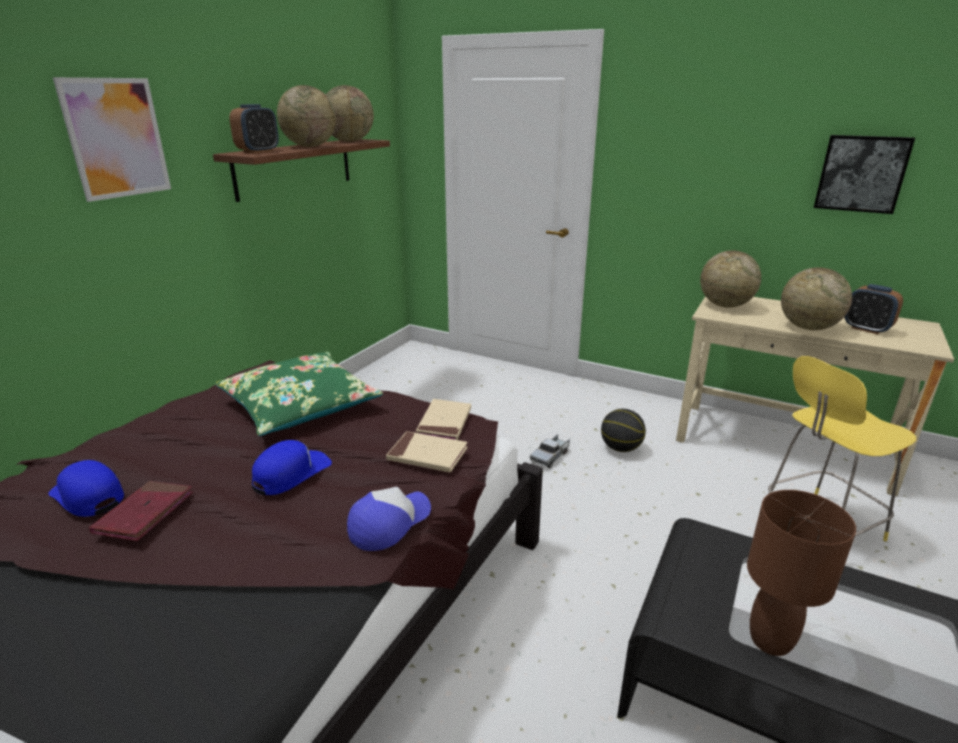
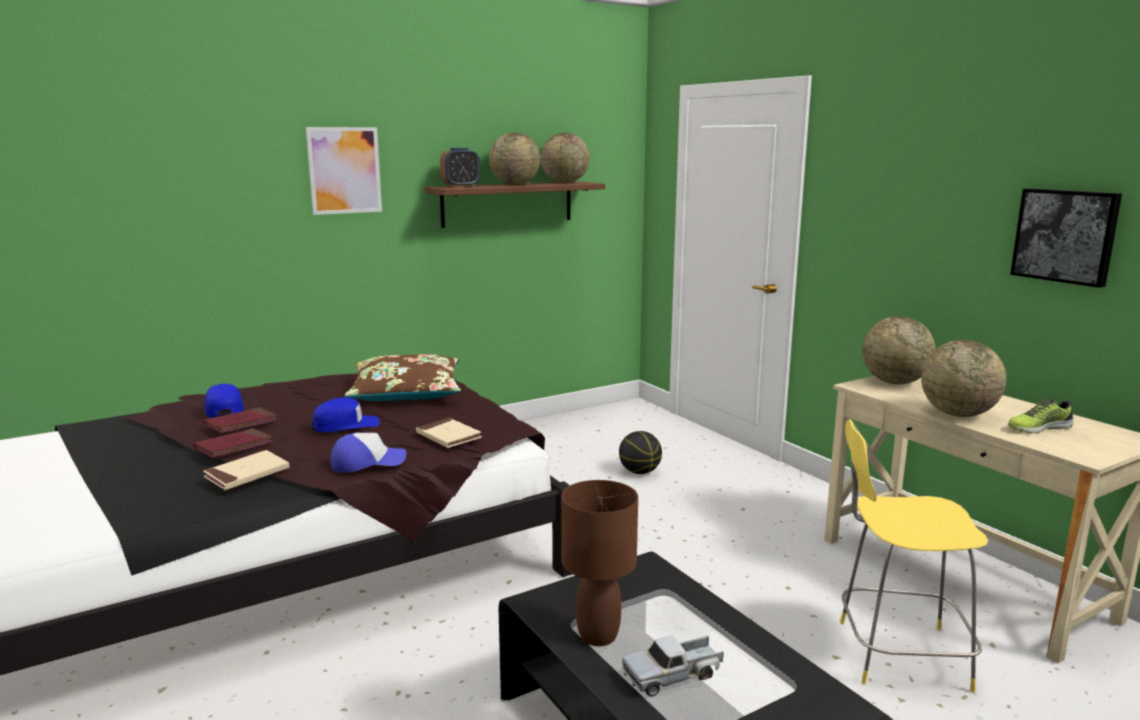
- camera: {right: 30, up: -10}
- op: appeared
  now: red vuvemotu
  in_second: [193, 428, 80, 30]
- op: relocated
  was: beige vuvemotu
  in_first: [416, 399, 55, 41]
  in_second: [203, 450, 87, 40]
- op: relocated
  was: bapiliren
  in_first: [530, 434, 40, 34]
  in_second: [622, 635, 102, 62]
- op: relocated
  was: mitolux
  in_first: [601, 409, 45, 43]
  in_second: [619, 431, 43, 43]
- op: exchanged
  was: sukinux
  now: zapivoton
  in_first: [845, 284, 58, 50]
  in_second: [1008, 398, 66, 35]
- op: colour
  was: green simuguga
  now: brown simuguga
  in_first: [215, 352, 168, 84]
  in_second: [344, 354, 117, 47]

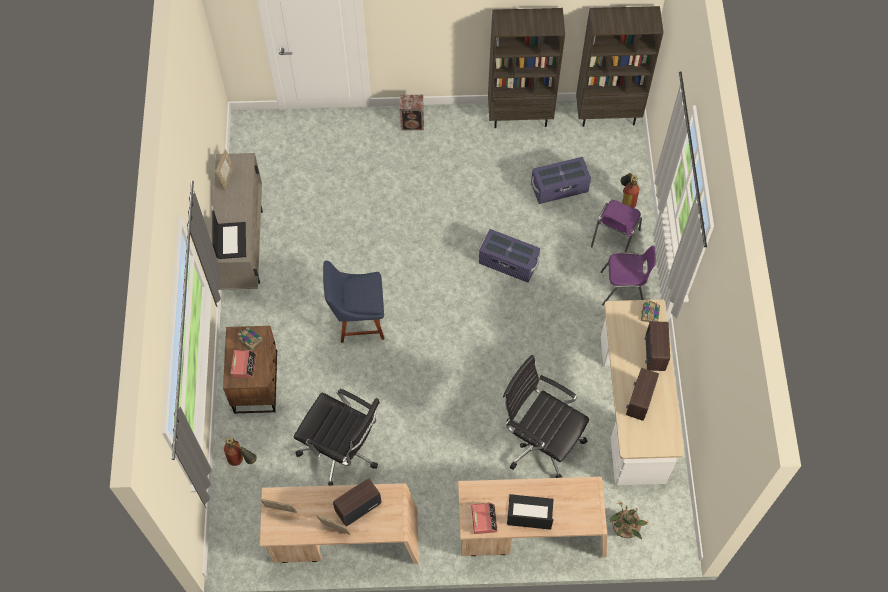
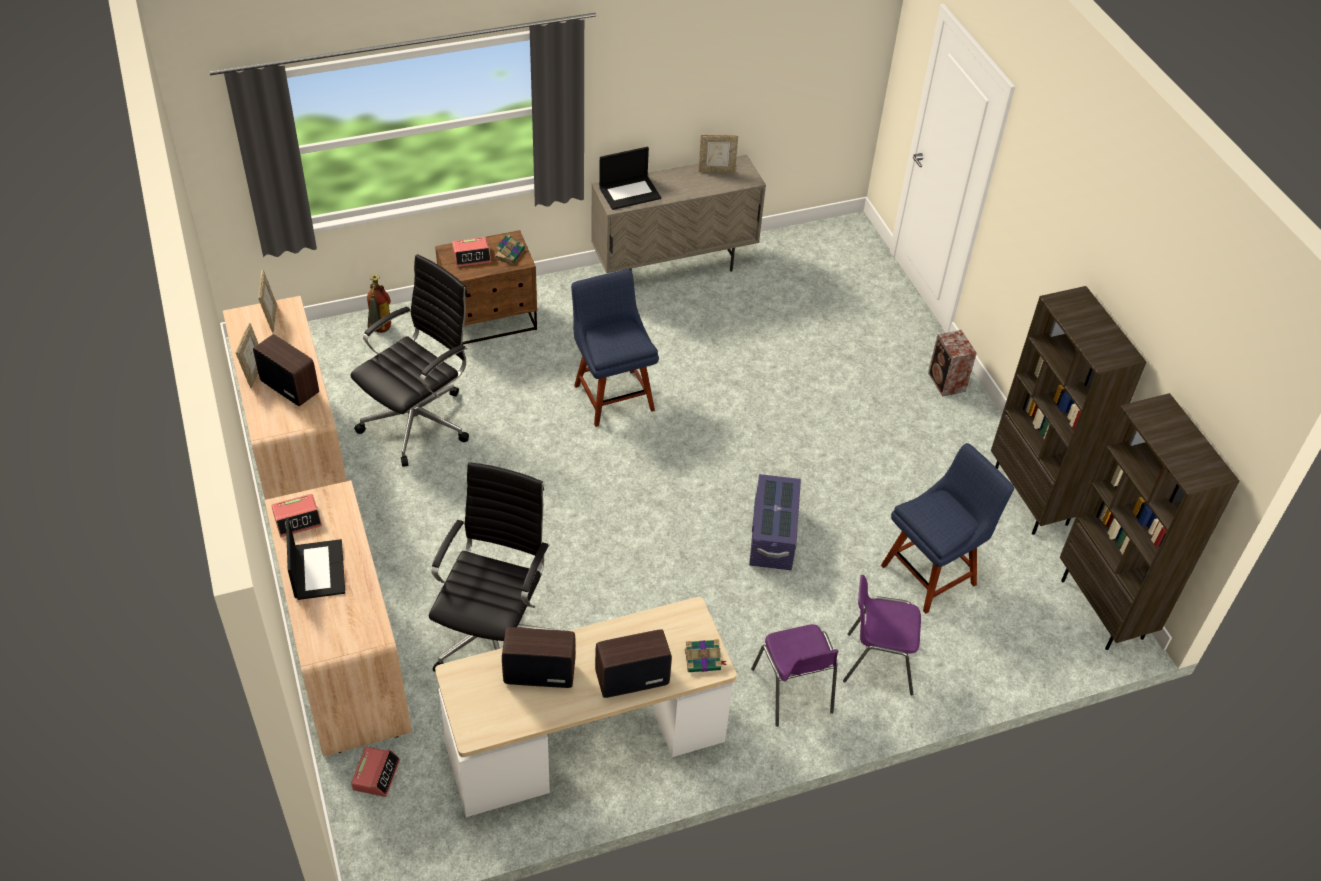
- camera: {right: 70, up: -15}
- op: missing
  was: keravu
  in_first: [620, 173, 19, 35]
- op: exchanged
  was: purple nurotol
  now: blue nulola
  in_first: [531, 157, 60, 47]
  in_second: [881, 443, 133, 171]
- op: exchanged
  was: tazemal
  now: sukinux
  in_first: [610, 501, 39, 39]
  in_second: [351, 747, 49, 50]
- op: spun
  was: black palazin
  in_first: [293, 389, 87, 97]
  in_second: [350, 254, 119, 213]
  clockwise: -150

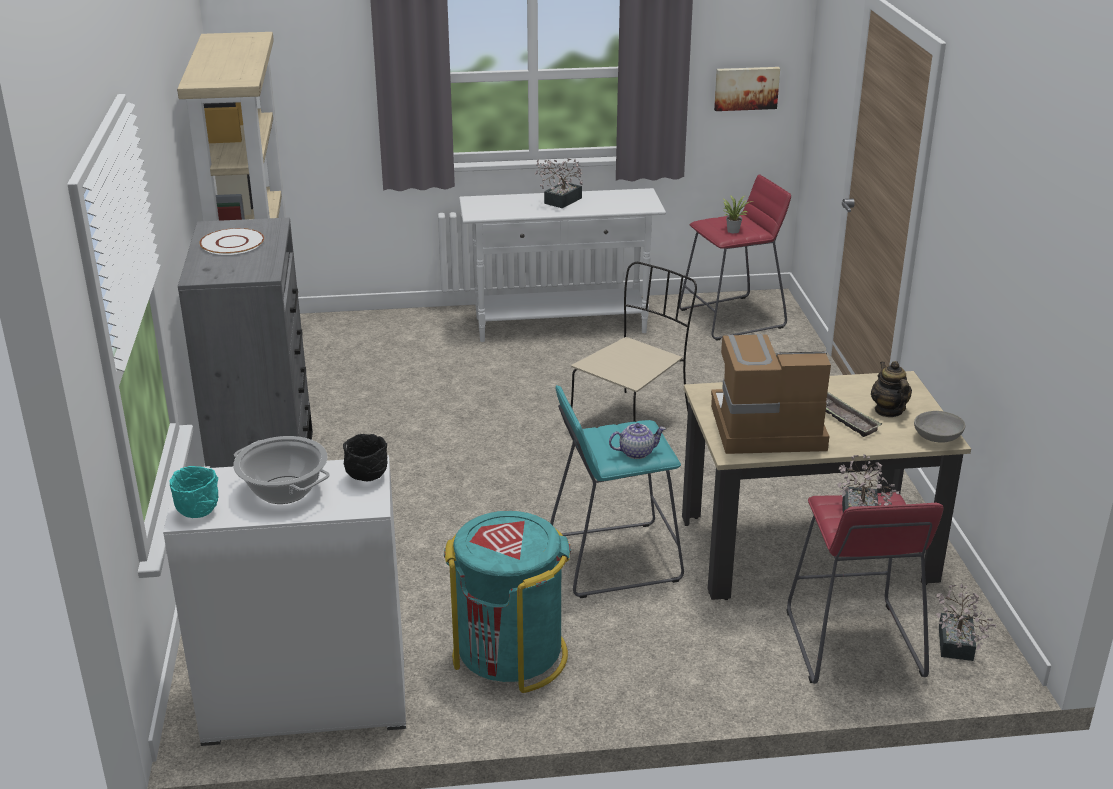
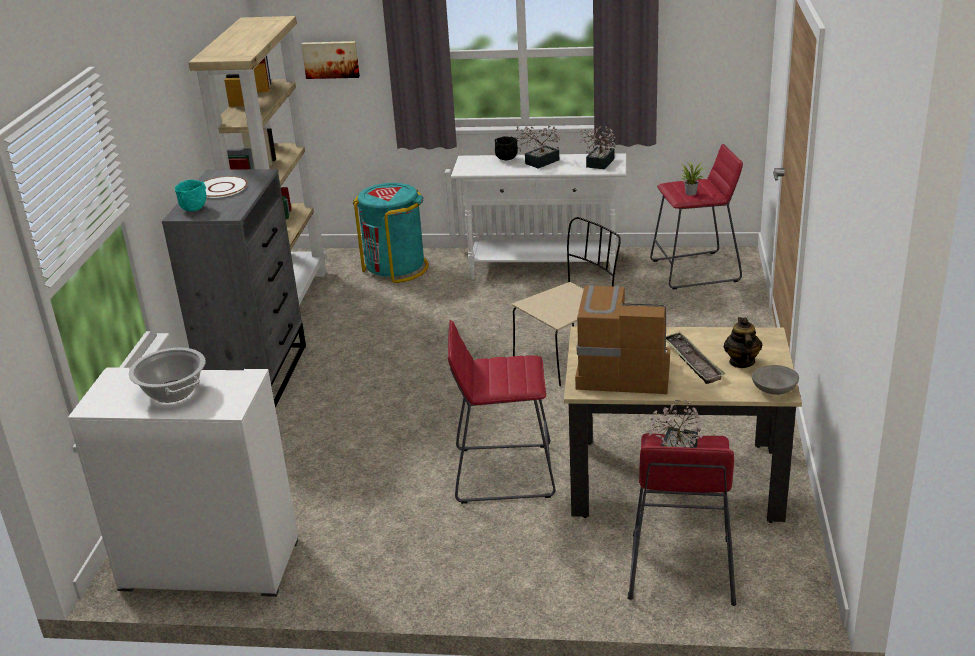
- camera: {right: 15, up: 0}
- op: missing
  was: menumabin
  in_first: [609, 423, 57, 36]
- op: relocated
  was: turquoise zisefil
  in_first: [170, 466, 49, 52]
  in_second: [175, 180, 31, 31]
- op: relocated
  was: black zisefil
  in_first: [343, 434, 45, 47]
  in_second: [495, 136, 23, 24]
- op: relocated
  was: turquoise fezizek
  in_first: [444, 511, 127, 182]
  in_second: [353, 183, 75, 100]
- op: relocated
  was: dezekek
  in_first: [714, 67, 66, 44]
  in_second: [301, 41, 59, 38]
- op: relocated
  was: tazemal
  in_first: [936, 584, 60, 77]
  in_second: [579, 126, 37, 43]
- op: colour
  was: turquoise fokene
  now: red fokene
  in_first: [550, 385, 134, 213]
  in_second: [448, 320, 108, 184]

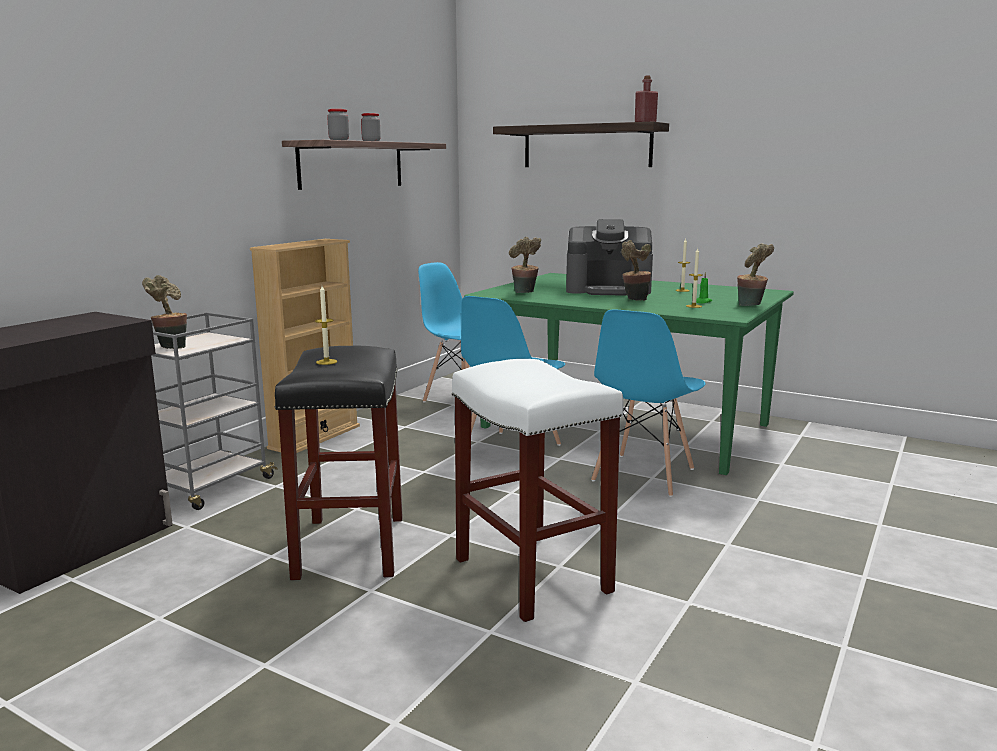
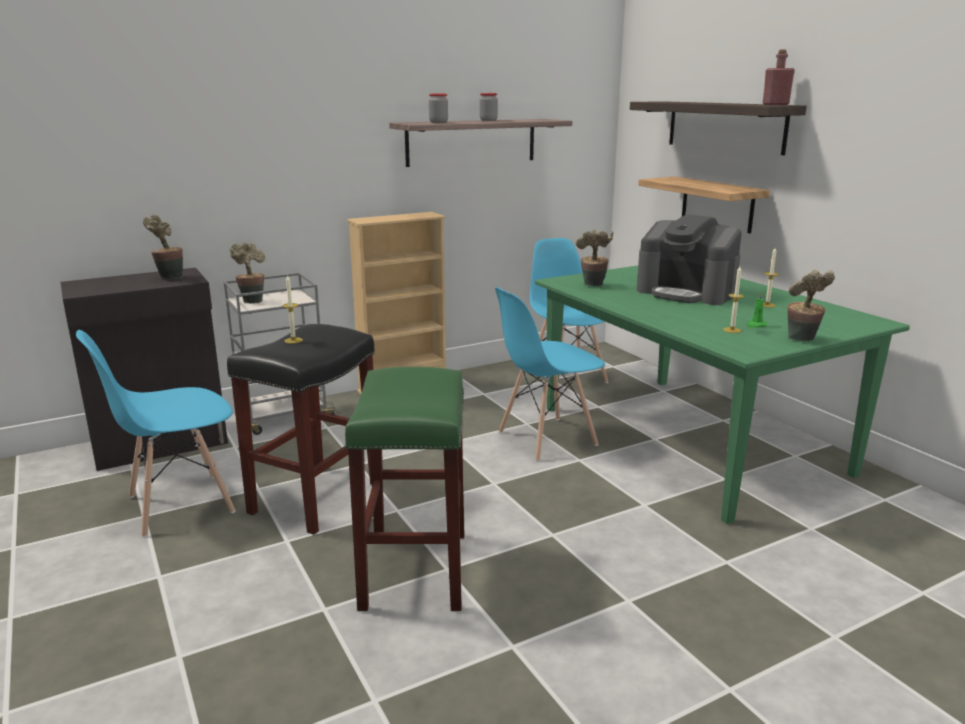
- camera: {right: 30, up: 5}
- op: appeared
  now: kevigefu
  in_second: [638, 177, 132, 57]
- op: relocated
  was: blue nulola
  in_first: [591, 309, 115, 188]
  in_second: [76, 330, 159, 208]
- op: relocated
  was: tazemal
  in_first: [621, 240, 30, 61]
  in_second: [143, 215, 40, 64]
- op: colour
  was: white fokene
  now: green fokene
  in_first: [452, 359, 172, 263]
  in_second: [345, 367, 119, 244]

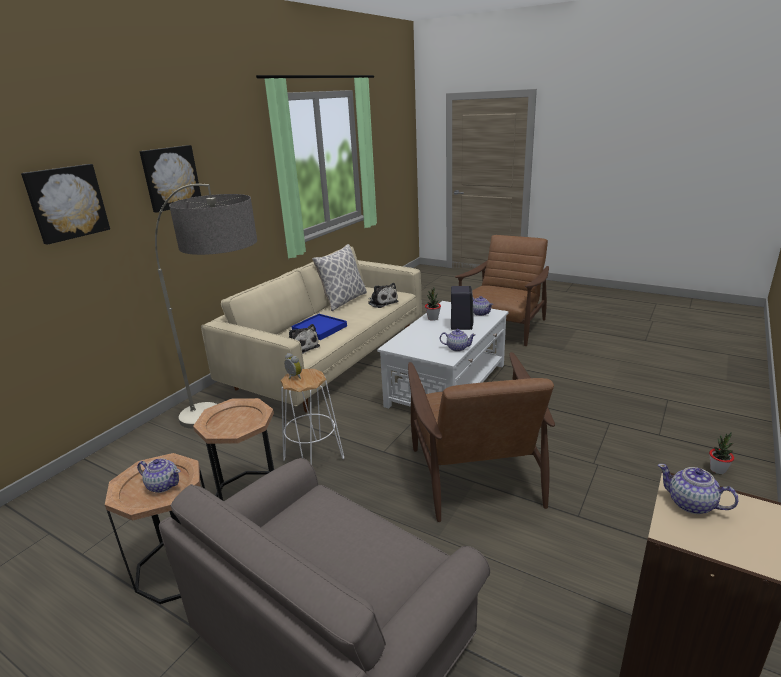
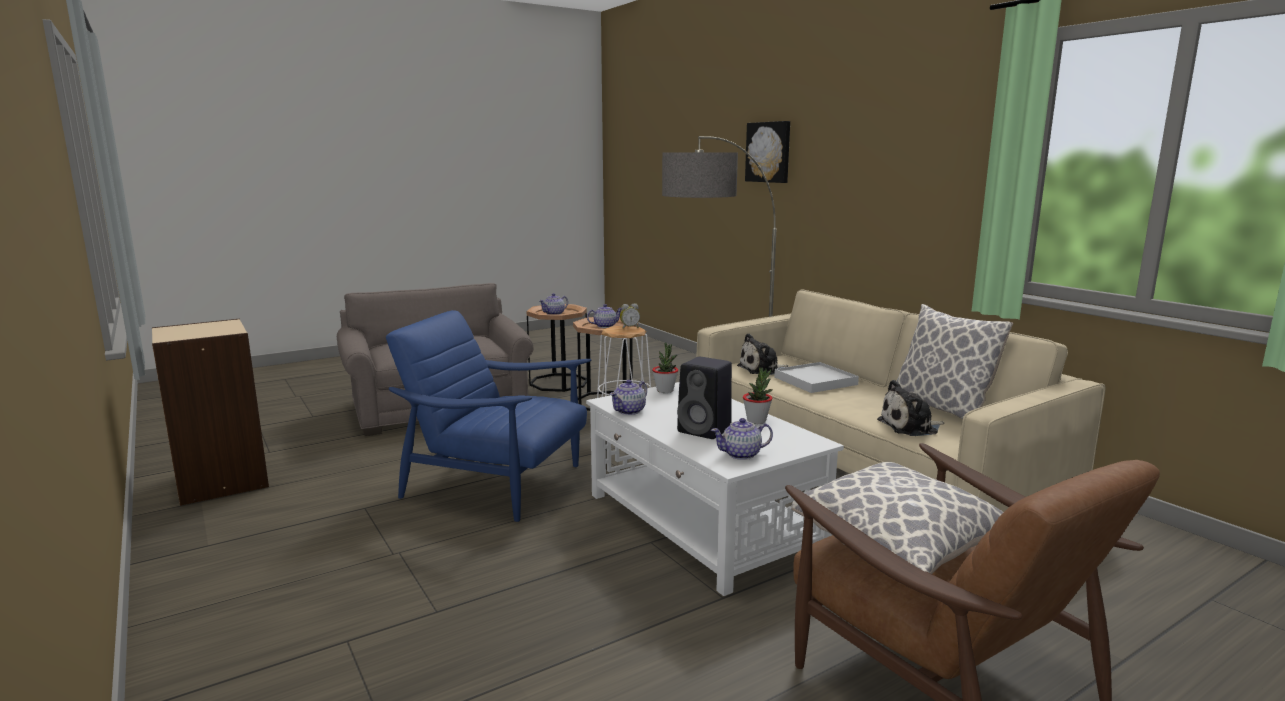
- camera: {right: 115, up: -10}
- op: missing
  was: dezekek
  in_first: [139, 145, 62, 68]
- op: appeared
  now: simuguga
  in_second: [791, 462, 213, 112]
- op: relocated
  was: menumabin
  in_first: [658, 464, 81, 50]
  in_second: [587, 304, 34, 24]
- op: relocated
  was: tazemal
  in_first: [709, 432, 25, 42]
  in_second: [652, 343, 26, 50]
- op: colour
  was: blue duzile
  now: white duzile
  in_first: [292, 314, 55, 26]
  in_second: [774, 362, 85, 31]
- op: colour
  was: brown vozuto
  now: blue vozuto
  in_first: [408, 352, 147, 170]
  in_second: [386, 310, 205, 212]

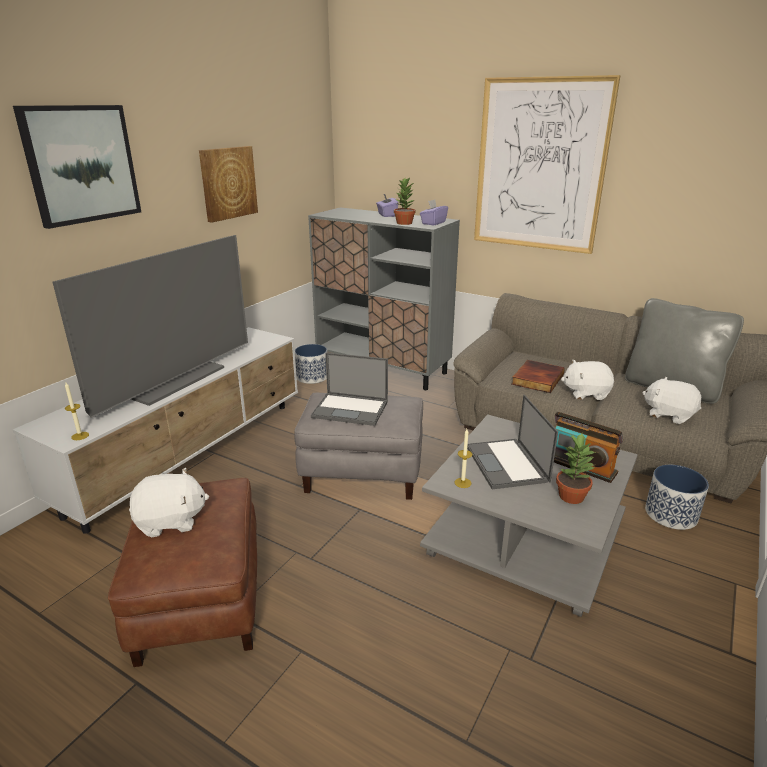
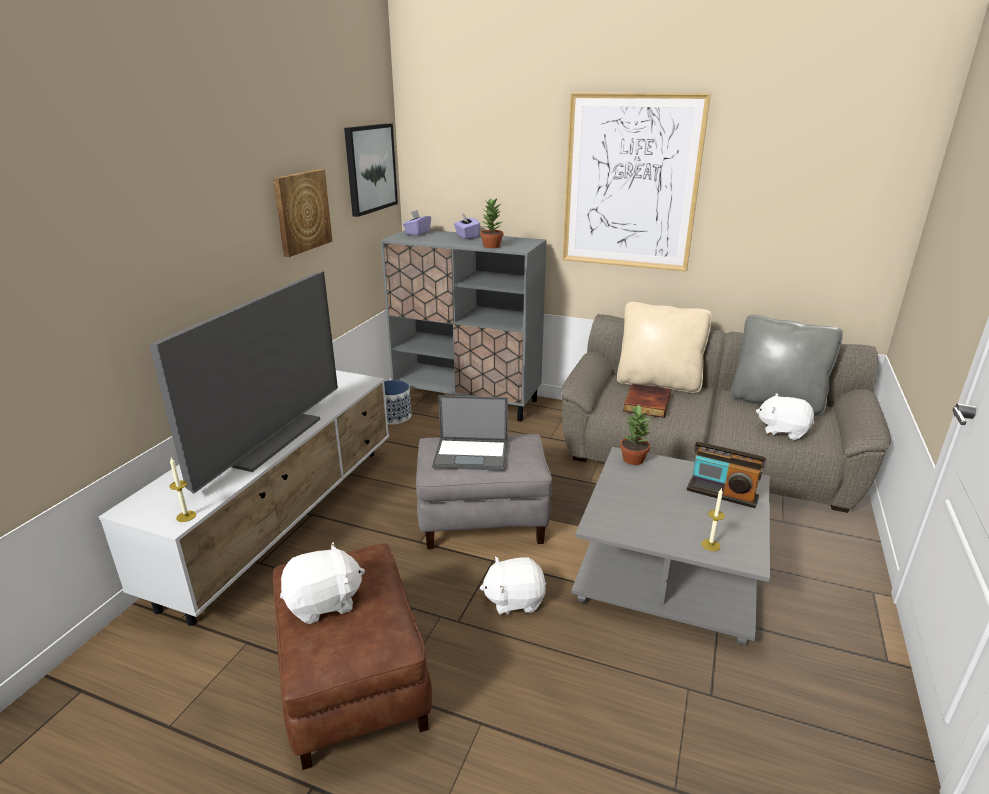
- camera: {right: -10, up: 0}
- op: missing
  was: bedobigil
  in_first: [467, 395, 91, 94]
- op: missing
  was: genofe
  in_first: [645, 465, 64, 65]
- op: appeared
  now: beige simuguga
  in_second: [617, 302, 95, 91]
- op: relocated
  was: dezekek
  in_first: [13, 105, 128, 124]
  in_second: [344, 123, 54, 94]
- op: relocated
  was: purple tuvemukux
  in_first: [420, 199, 28, 26]
  in_second: [403, 210, 28, 26]
- op: relocated
  was: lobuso
  in_first: [455, 429, 17, 59]
  in_second: [702, 488, 23, 63]
- op: relocated
  was: tazemal
  in_first: [556, 434, 40, 70]
  in_second: [620, 404, 32, 61]
- op: relocated
  was: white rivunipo
  in_first: [561, 360, 53, 40]
  in_second: [480, 556, 66, 59]

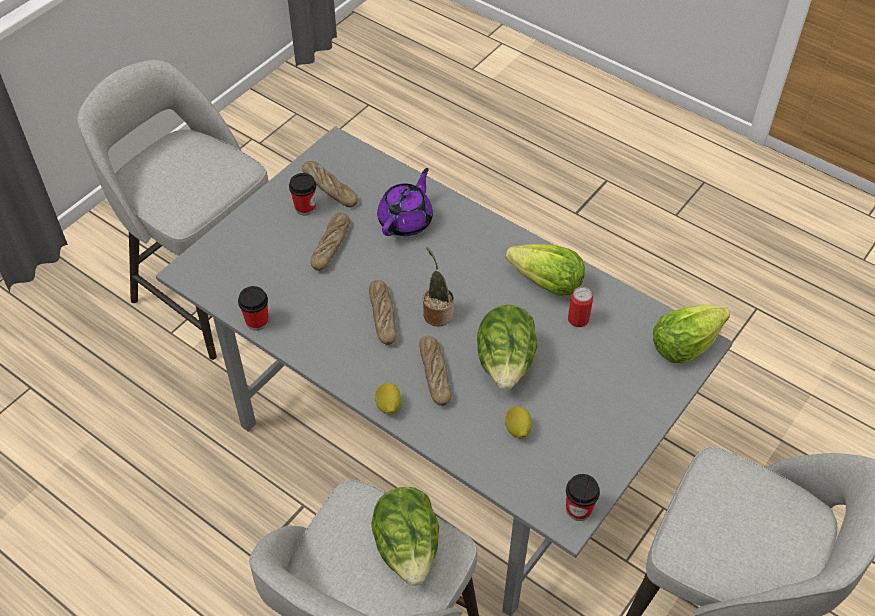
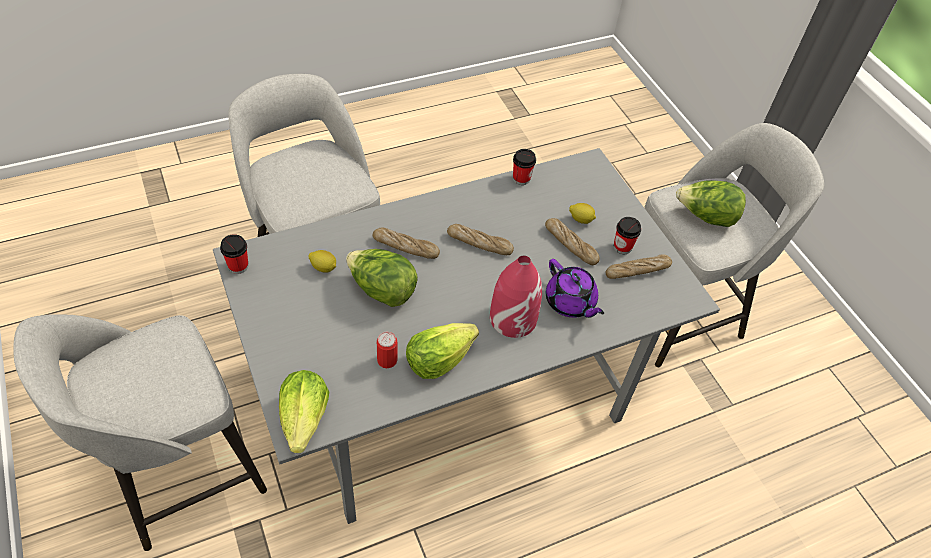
- camera: {right: 115, up: 0}
- op: missing
  was: tazemal
  in_first: [422, 247, 32, 79]
- op: appeared
  now: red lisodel
  in_second: [490, 256, 52, 82]
- op: relocated
  was: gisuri
  in_first: [371, 487, 68, 99]
  in_second: [676, 180, 70, 47]
- op: relocated
  was: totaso
  in_first: [375, 383, 26, 32]
  in_second: [569, 203, 27, 21]

